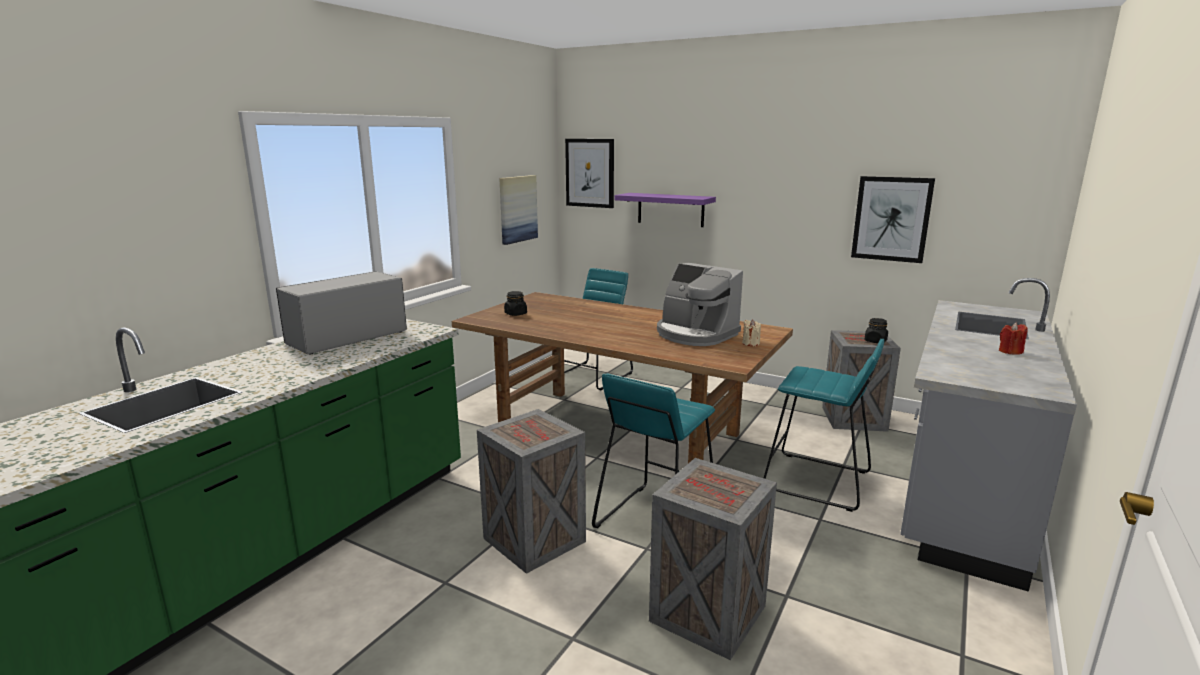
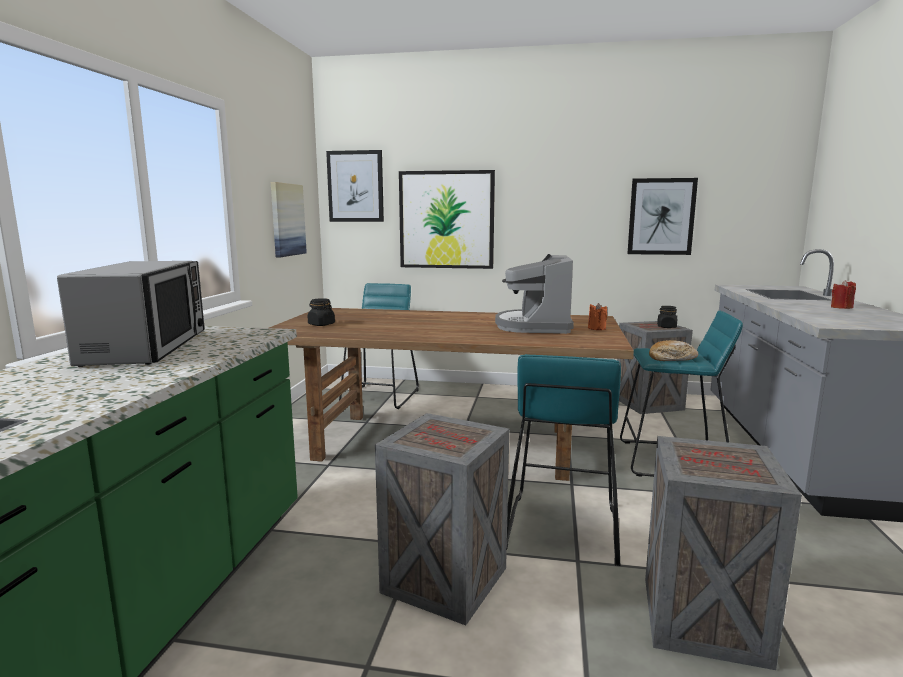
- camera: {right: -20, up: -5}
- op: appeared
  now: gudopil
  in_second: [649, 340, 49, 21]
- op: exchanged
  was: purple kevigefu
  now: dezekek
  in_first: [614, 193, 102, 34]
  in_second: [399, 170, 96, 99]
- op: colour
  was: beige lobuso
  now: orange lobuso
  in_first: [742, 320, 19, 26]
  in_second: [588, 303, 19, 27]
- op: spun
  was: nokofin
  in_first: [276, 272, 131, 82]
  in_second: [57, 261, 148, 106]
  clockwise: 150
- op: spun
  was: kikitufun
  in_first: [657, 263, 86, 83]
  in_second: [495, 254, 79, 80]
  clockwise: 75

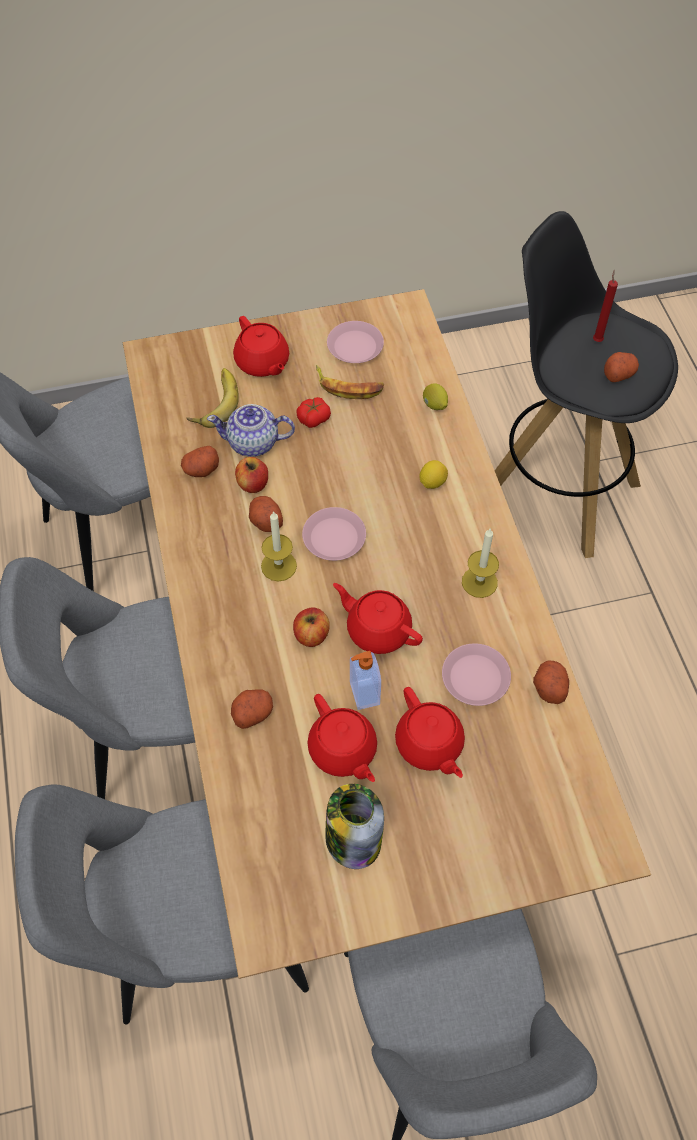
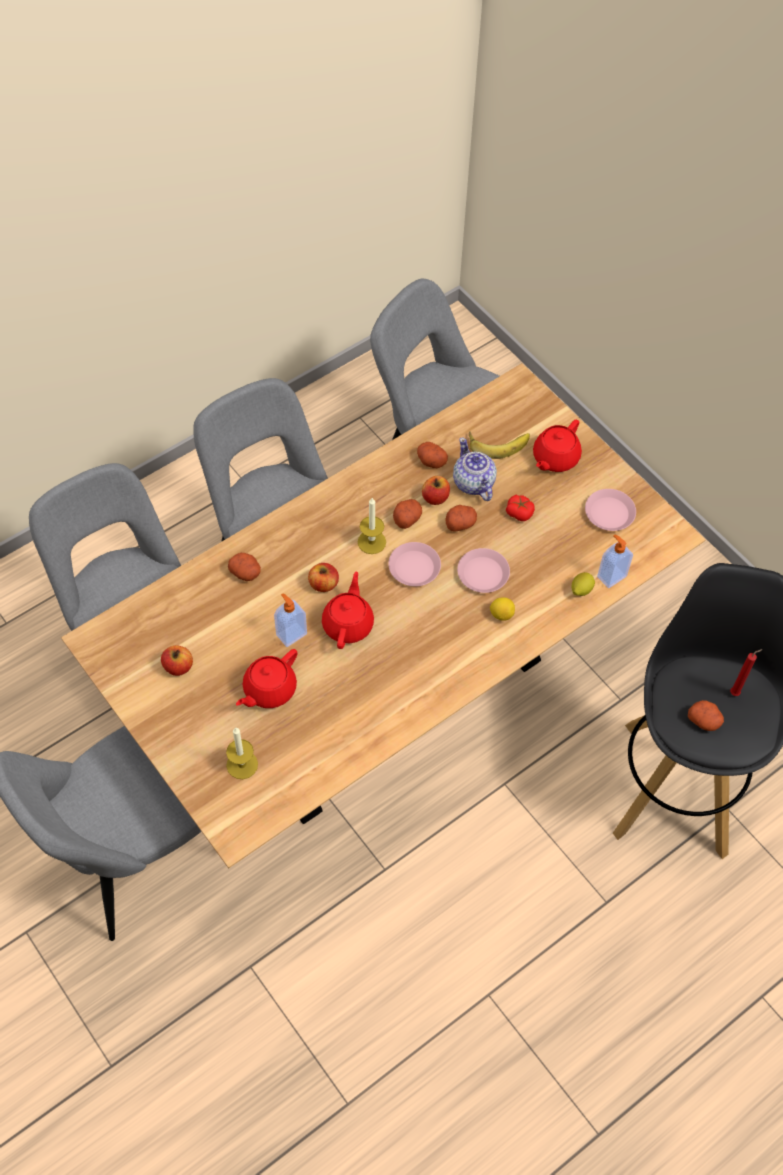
- camera: {right: 65, up: 0}
- op: missing
  was: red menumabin
  in_first: [308, 694, 69, 88]
- op: missing
  was: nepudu
  in_first: [316, 365, 68, 34]
- op: appeared
  now: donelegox
  in_second: [597, 535, 36, 53]
- op: relocated
  was: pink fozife
  in_first: [442, 643, 69, 63]
  in_second: [457, 548, 53, 45]
- op: relocated
  was: lobuso
  in_first: [462, 529, 37, 69]
  in_second: [226, 727, 32, 52]
- op: relocated
  was: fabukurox
  in_first: [533, 660, 36, 44]
  in_second: [445, 505, 32, 27]
- op: exchanged
  was: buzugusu
  now: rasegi
  in_first: [326, 784, 58, 85]
  in_second: [161, 645, 32, 31]

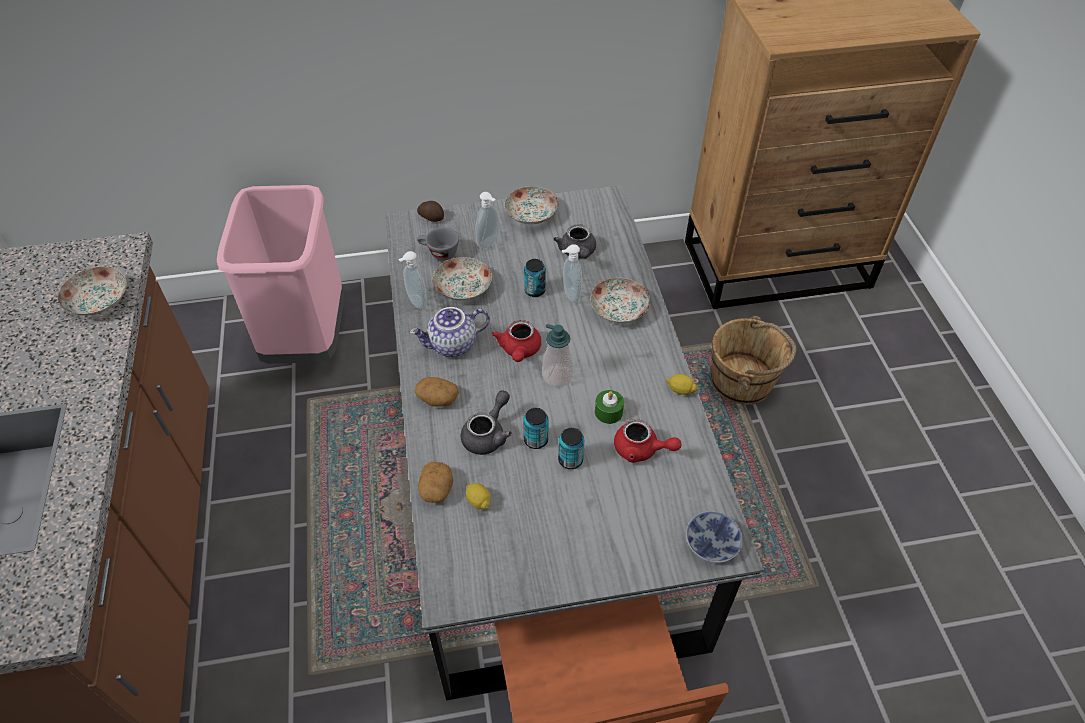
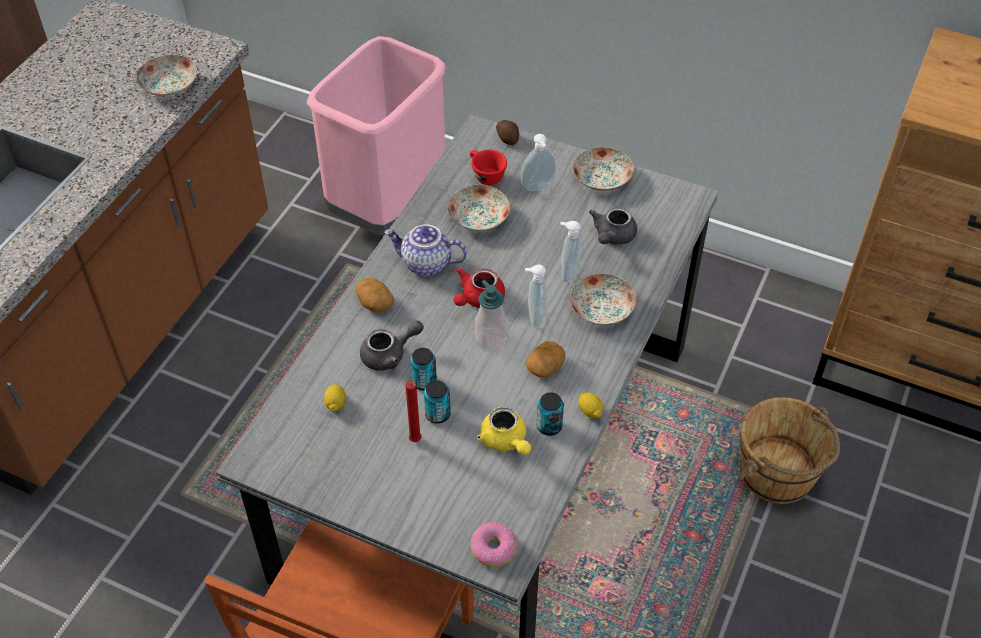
- camera: {right: 35, up: 0}
- op: missing
  was: green lobuso
  in_first: [595, 390, 29, 34]
- op: appeared
  now: red lobuso
  in_second: [405, 380, 17, 62]
- op: relocated
  was: donelegox
  in_first: [398, 251, 29, 58]
  in_second: [525, 264, 22, 63]
- op: relocated
  was: fabukurox
  in_first: [418, 462, 35, 41]
  in_second: [526, 341, 39, 36]
- op: relocated
  was: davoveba
  in_first: [524, 259, 22, 38]
  in_second: [537, 392, 27, 44]
- op: exchanged
  was: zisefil
  now: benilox
  in_first: [686, 511, 57, 52]
  in_second: [471, 522, 46, 46]
- op: colour
  was: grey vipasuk
  now: red vipasuk
  in_first: [417, 227, 42, 34]
  in_second: [470, 150, 37, 35]
- op: colour
  was: red menumabin
  now: yellow menumabin
  in_first: [614, 419, 67, 44]
  in_second: [477, 407, 54, 48]

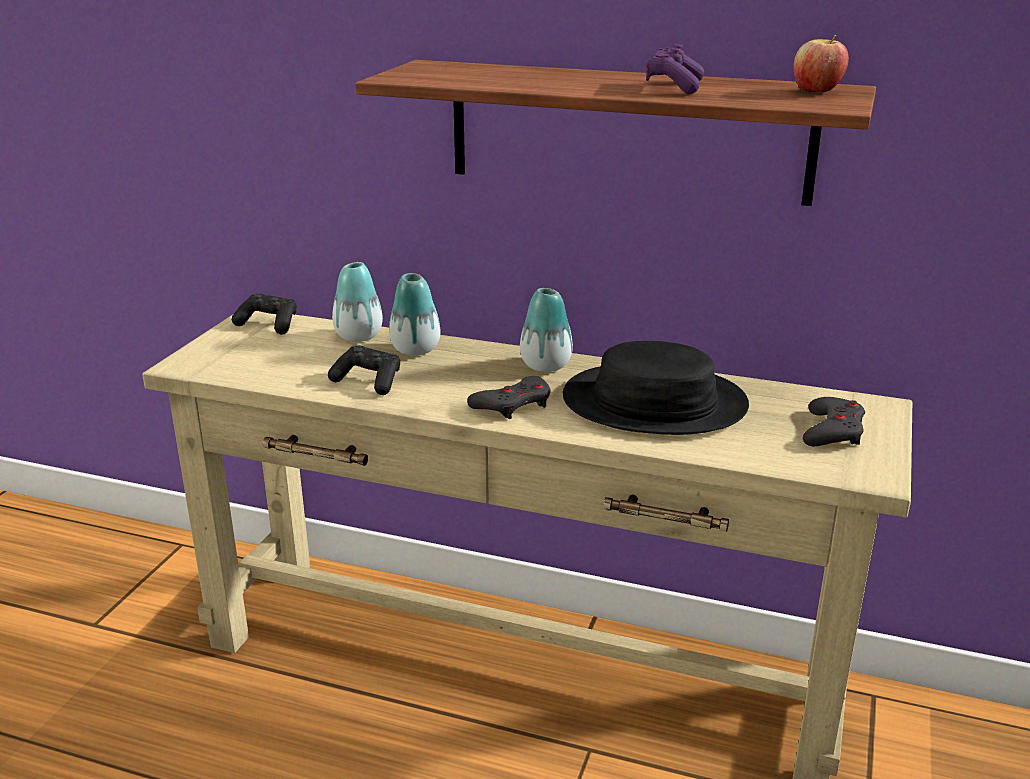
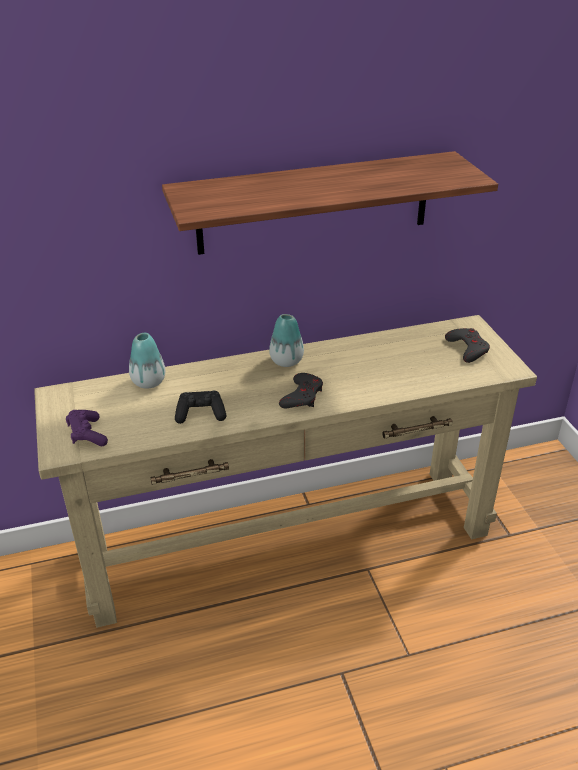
- camera: {right: -35, up: 10}
- op: missing
  was: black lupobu
  in_first: [232, 293, 65, 42]
- op: missing
  was: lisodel
  in_first: [389, 273, 51, 83]
- op: missing
  was: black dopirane
  in_first: [563, 341, 186, 94]
- op: missing
  was: rasegi
  in_first: [794, 35, 55, 57]
- op: relocated
  was: purple lupobu
  in_first: [646, 44, 58, 50]
  in_second: [66, 410, 42, 36]

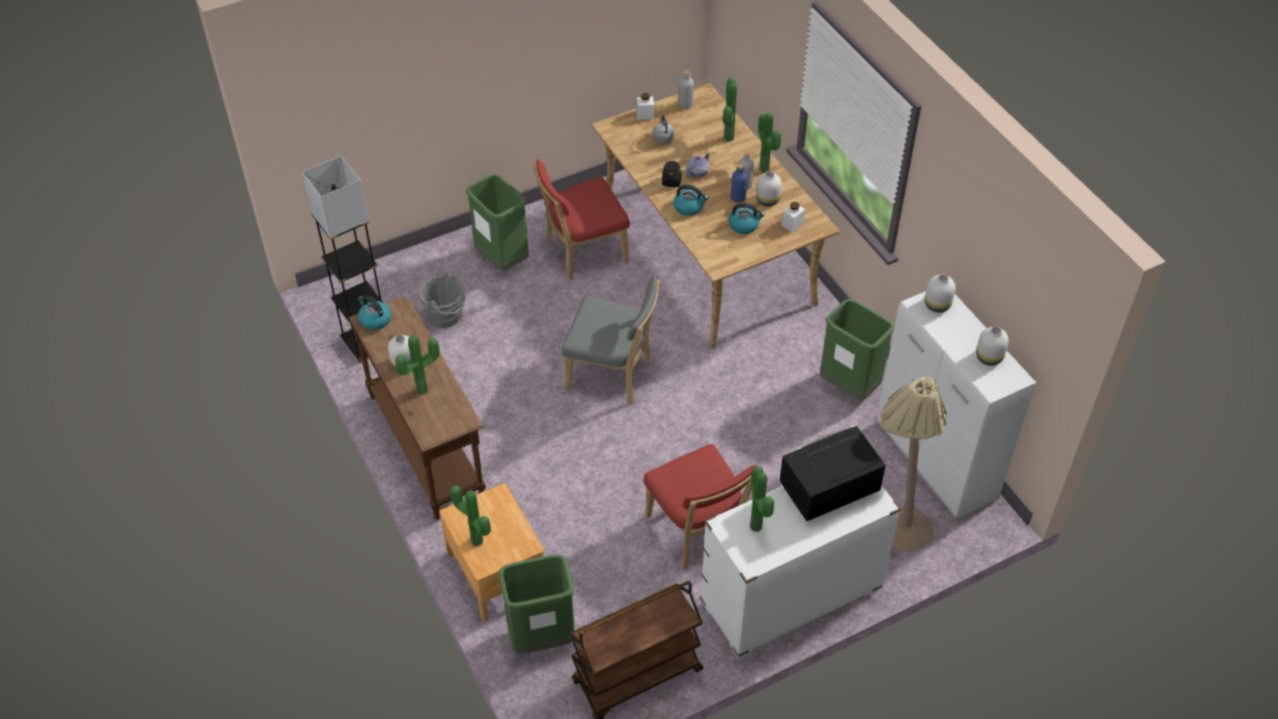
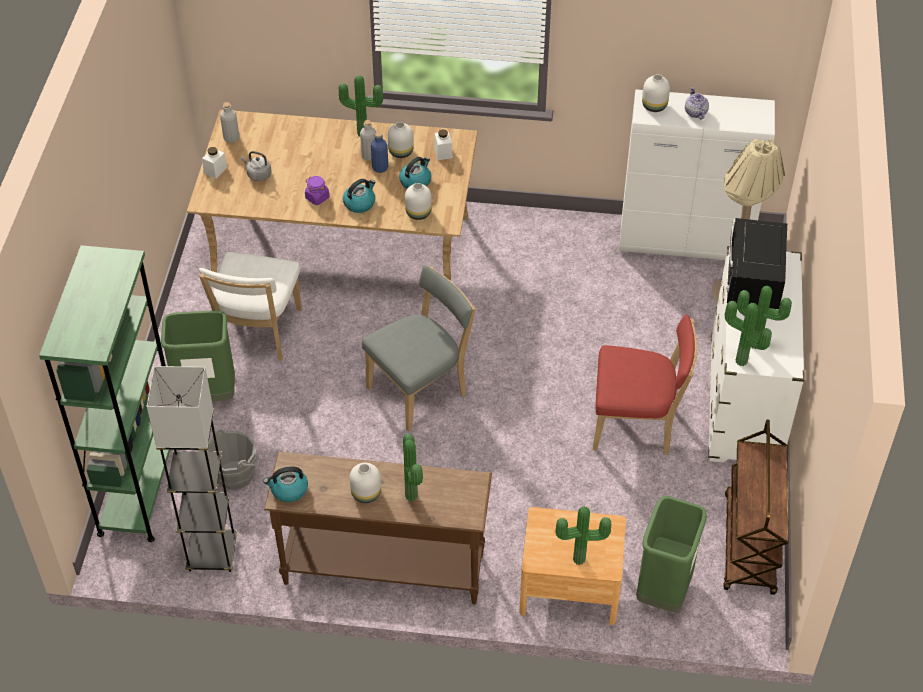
- camera: {right: -55, up: 0}
- op: missing
  was: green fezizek
  in_first: [820, 299, 74, 101]
- op: appeared
  now: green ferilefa
  in_second: [39, 245, 131, 297]
- op: relocated
  was: menumabin
  in_first: [685, 152, 25, 26]
  in_second: [685, 87, 24, 33]
- op: relocated
  was: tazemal
  in_first: [723, 78, 14, 64]
  in_second: [725, 301, 47, 65]
- op: relocated
  was: white lisodel
  in_first: [976, 327, 33, 39]
  in_second: [405, 183, 27, 37]
- op: colour
  was: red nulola
  now: white nulola
  in_first: [533, 159, 97, 122]
  in_second: [199, 252, 103, 109]
- op: colour
  was: black buzugusu
  now: purple buzugusu
  in_first: [662, 161, 19, 26]
  in_second: [305, 176, 24, 29]

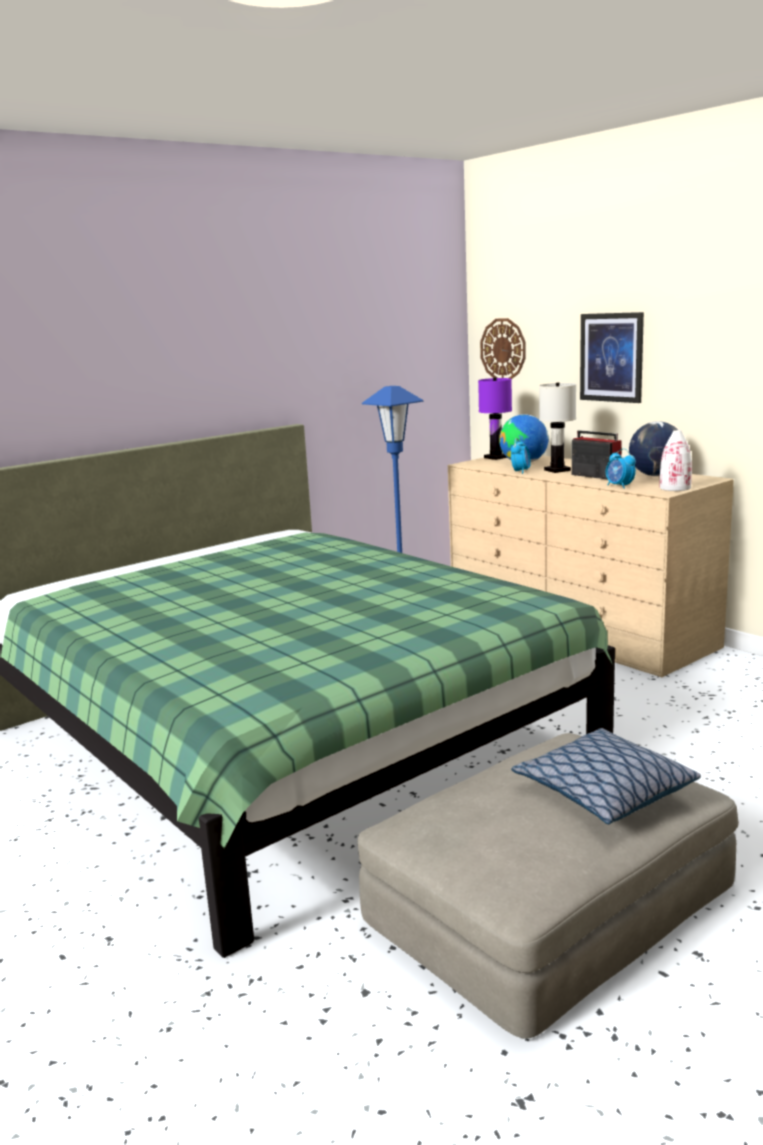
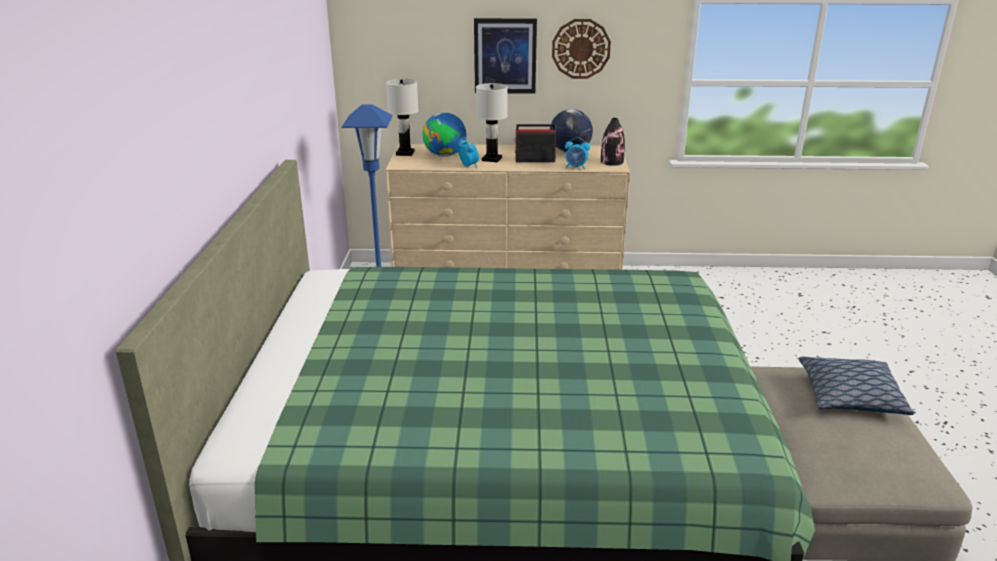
- camera: {right: -50, up: 10}
- op: relocated
  was: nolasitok
  in_first: [480, 318, 46, 61]
  in_second: [552, 19, 59, 60]
- op: colour
  was: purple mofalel
  now: white mofalel
  in_first: [478, 378, 34, 82]
  in_second: [386, 79, 33, 77]
- op: colour
  was: white lisodel
  now: black lisodel
  in_first: [660, 430, 32, 61]
  in_second: [601, 118, 24, 48]

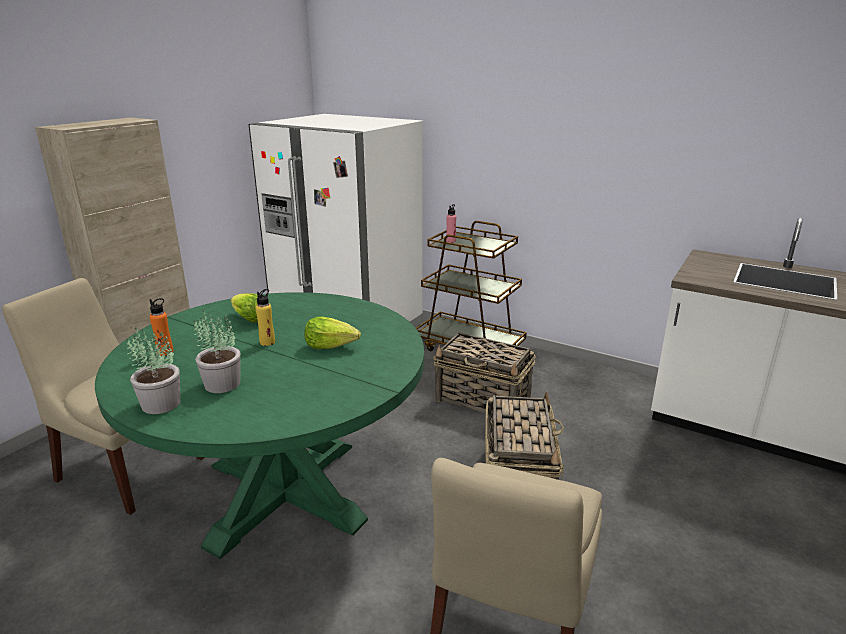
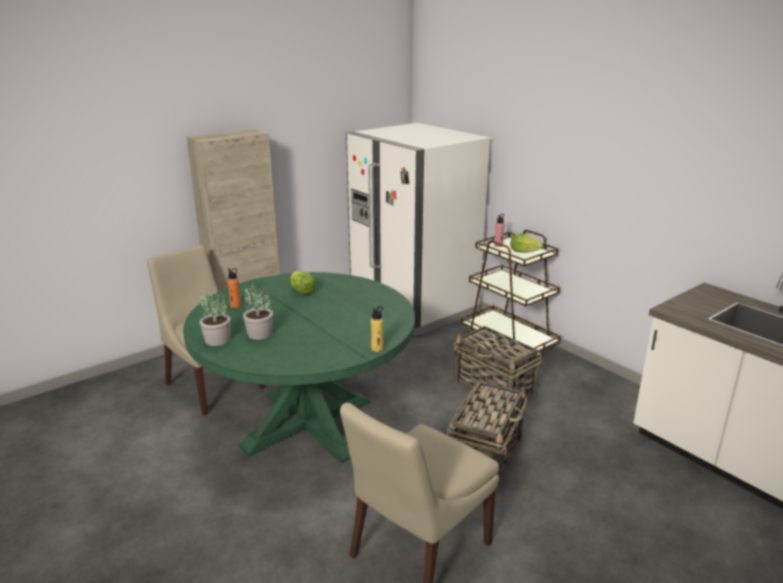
- camera: {right: 20, up: 0}
- op: relocated
  was: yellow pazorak
  in_first: [256, 289, 19, 57]
  in_second: [371, 306, 13, 46]
- op: relocated
  was: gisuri
  in_first: [305, 316, 56, 33]
  in_second: [510, 233, 33, 20]

